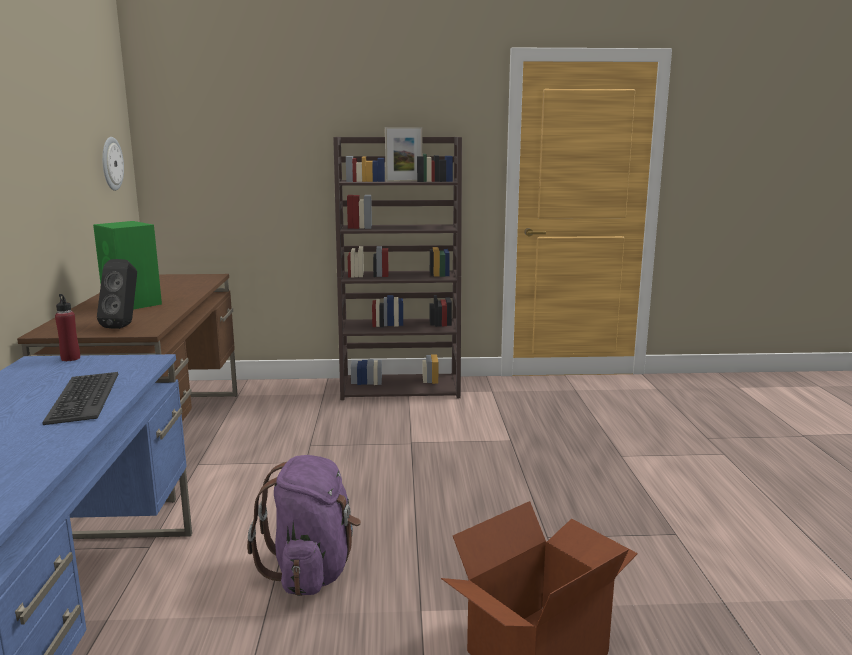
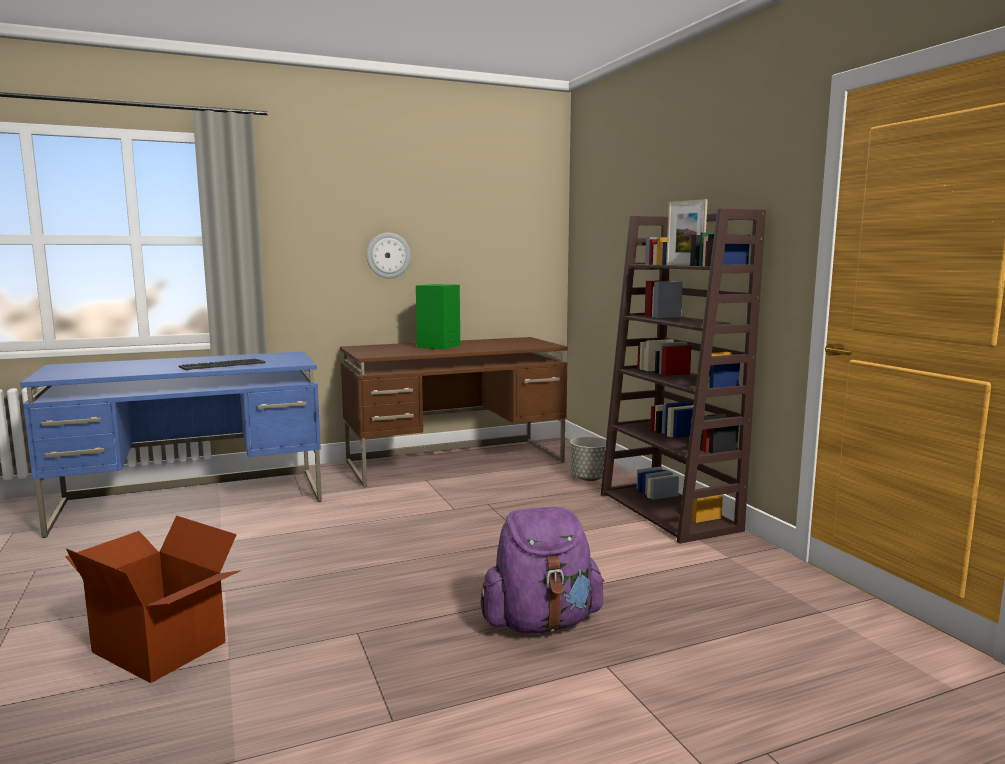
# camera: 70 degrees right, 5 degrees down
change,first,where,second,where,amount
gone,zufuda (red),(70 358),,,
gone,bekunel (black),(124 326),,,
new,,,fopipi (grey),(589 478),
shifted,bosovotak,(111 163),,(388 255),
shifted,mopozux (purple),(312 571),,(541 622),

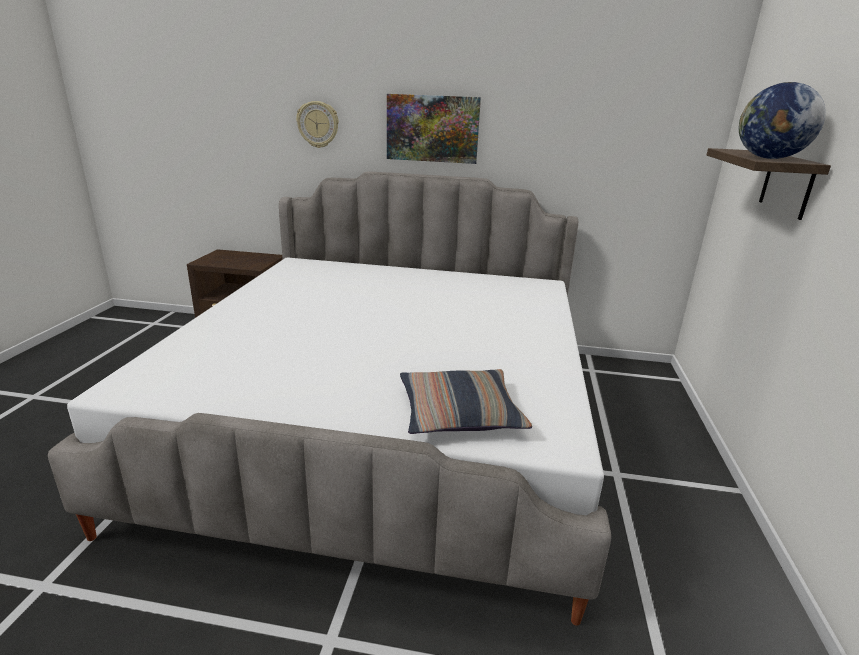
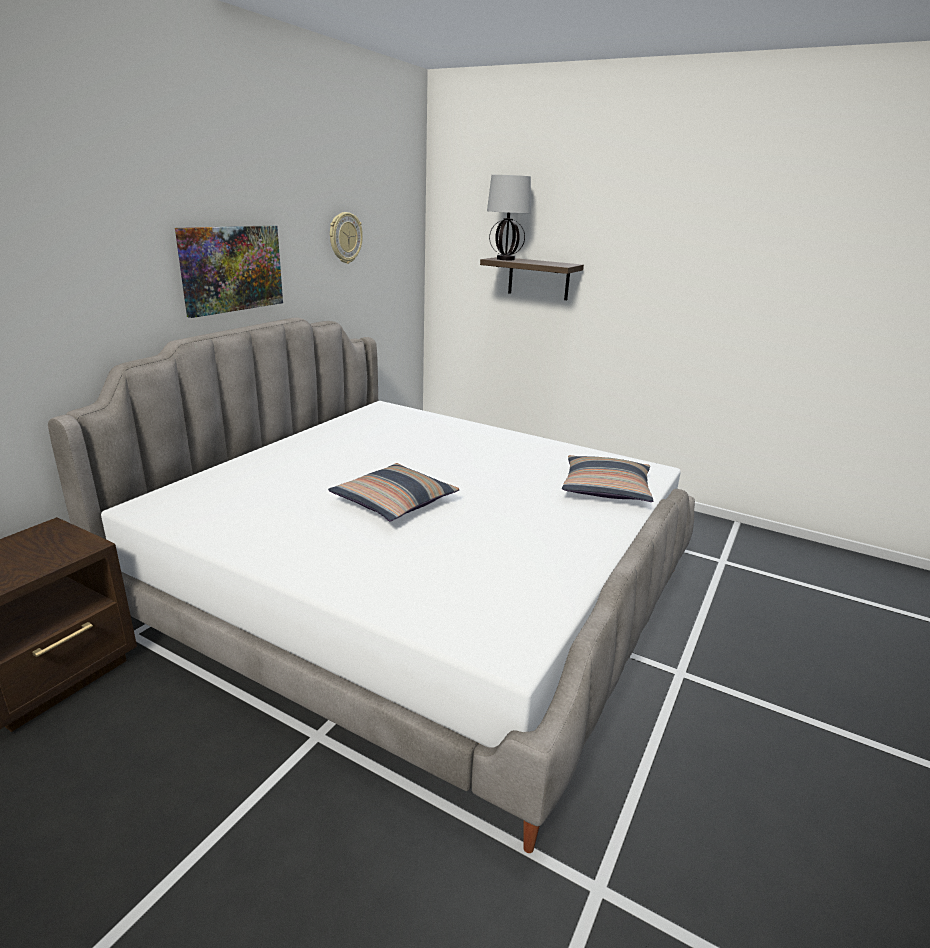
# camera: 70 degrees left, 0 degrees up
change,first,where,second,where,amount
gone,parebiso,(769 158),,,
new,,,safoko,(394 502),
new,,,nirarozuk,(506 259),
shifted,bosovotak,(318 124),,(345 238),

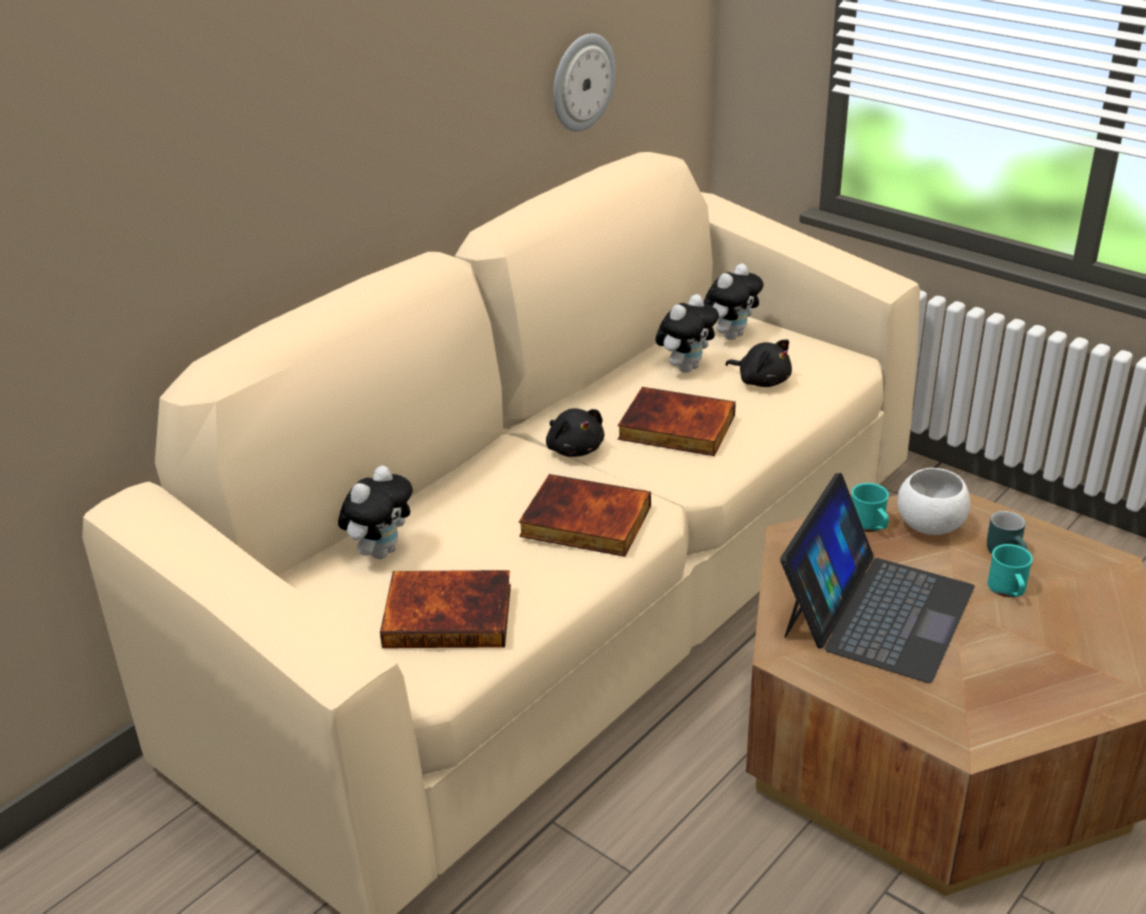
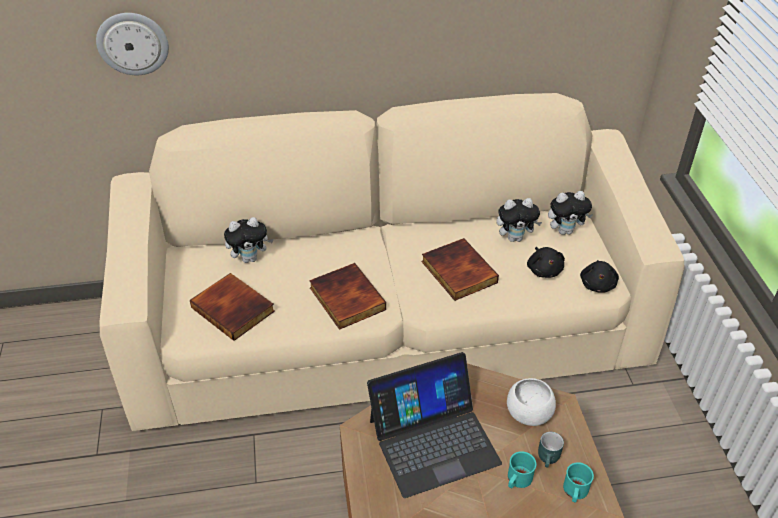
# camera: 40 degrees right, 10 degrees up
change,first,where,second,where,amount
shifted,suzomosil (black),(574 449),,(597 284),
shifted,bosovotak,(582 82),,(133 43),
shifted,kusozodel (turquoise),(870 525),,(575 492),

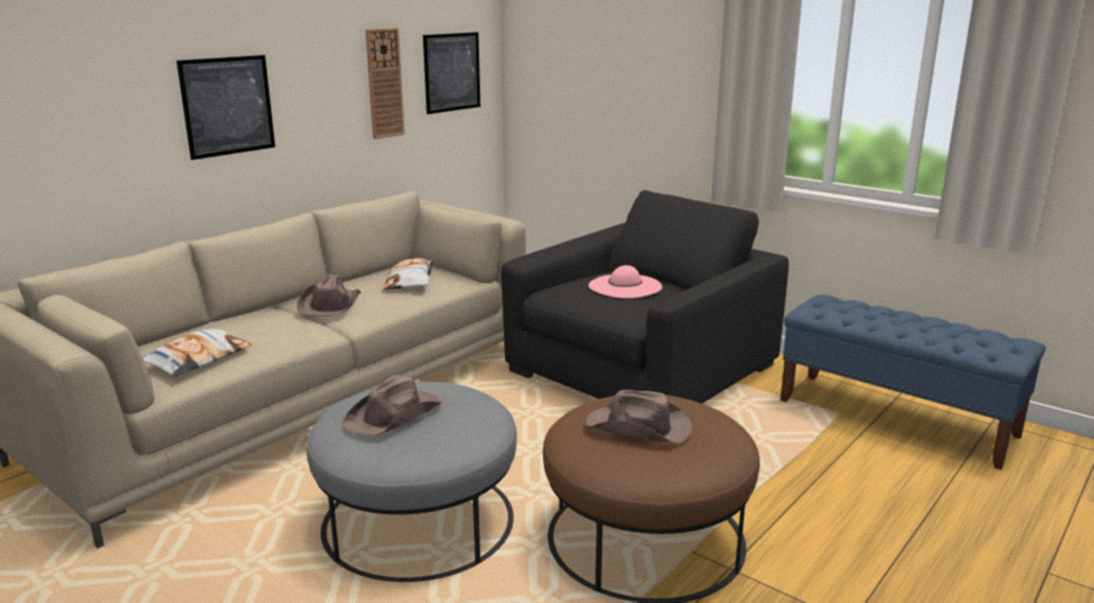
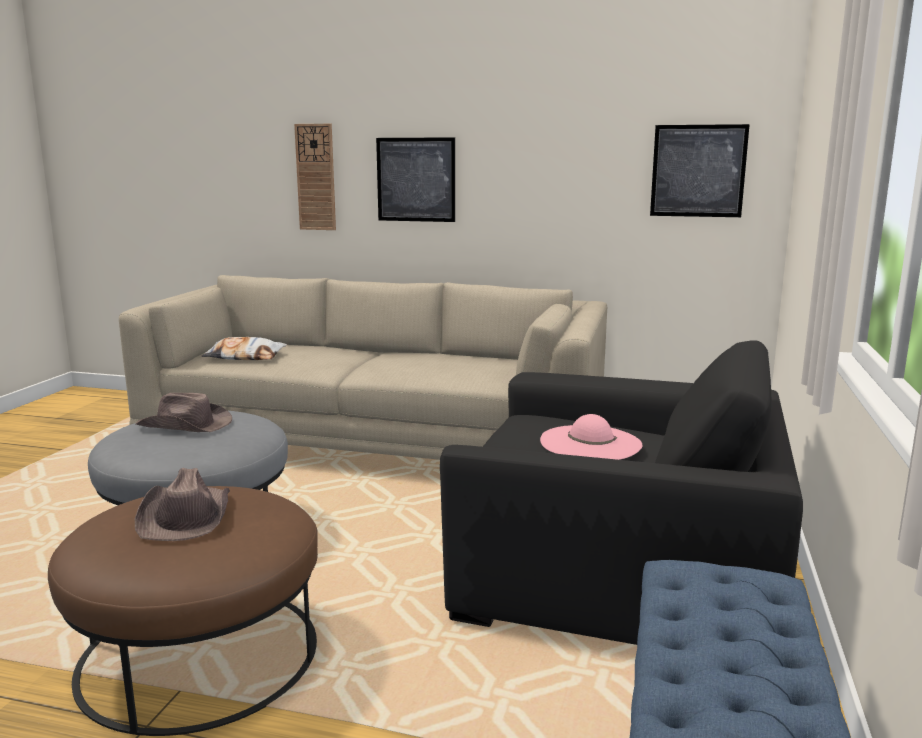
# camera: 65 degrees right, 5 degrees down
change,first,where,second,where,amount
gone,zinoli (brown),(330 305),,,
gone,safoko,(410 281),,,
shifted,bosovotak,(384 83),,(316 177),

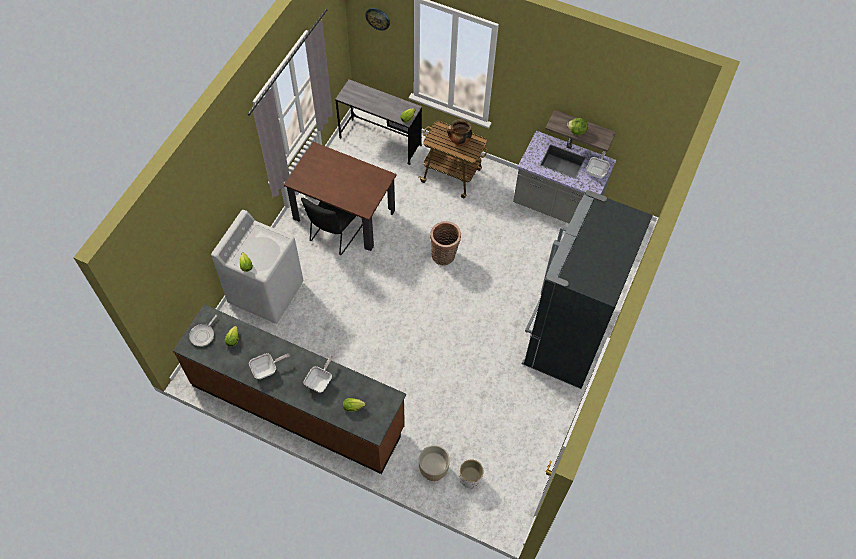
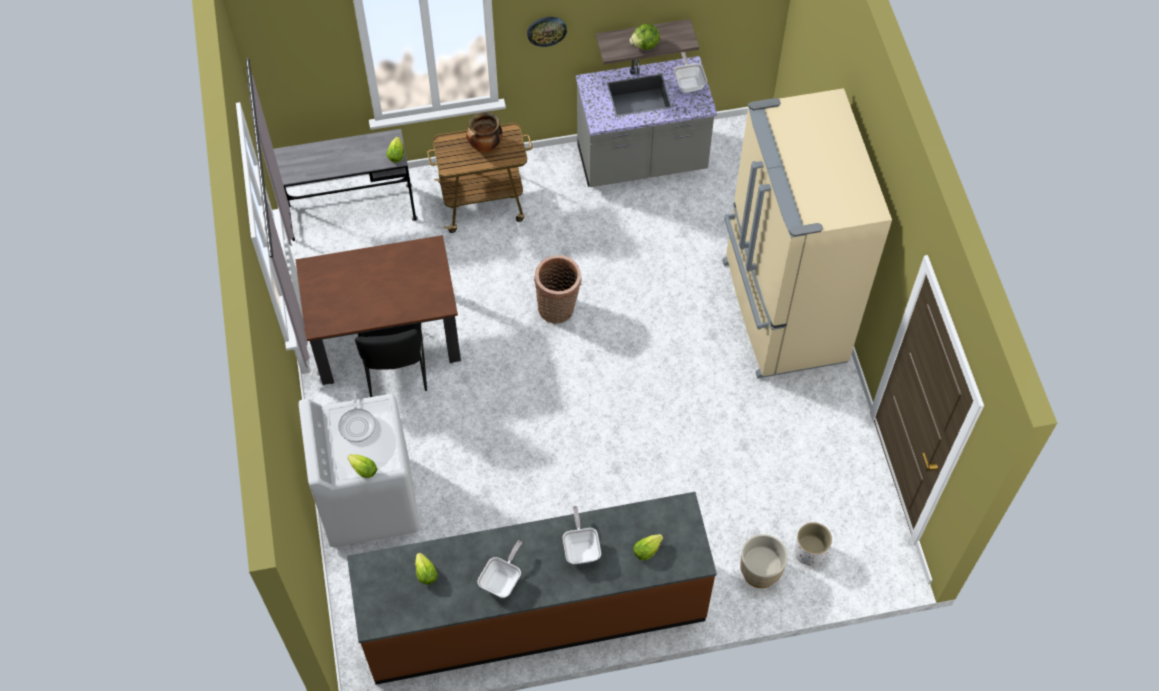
# camera: 35 degrees left, 0 degrees up
change,first,where,second,where,amount
shifted,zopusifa,(203 335),,(357 424),
shifted,bosovotak,(378 18),,(546 30),
repainted,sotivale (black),(566 336),sotivale (beige),(781 312),

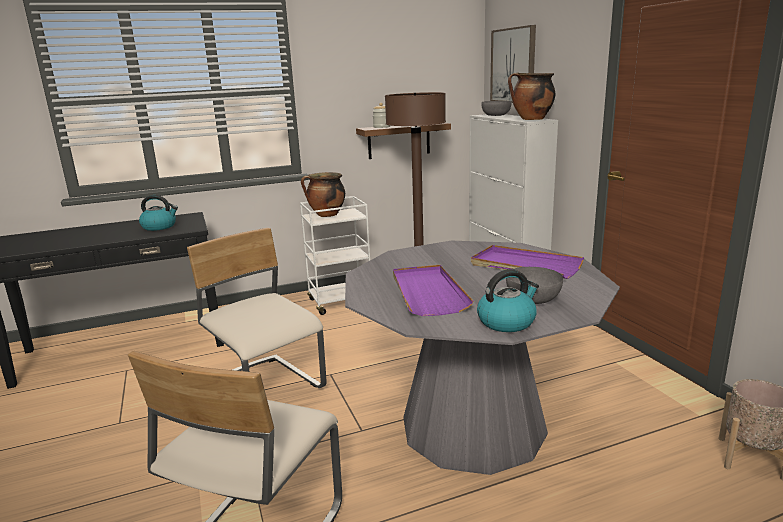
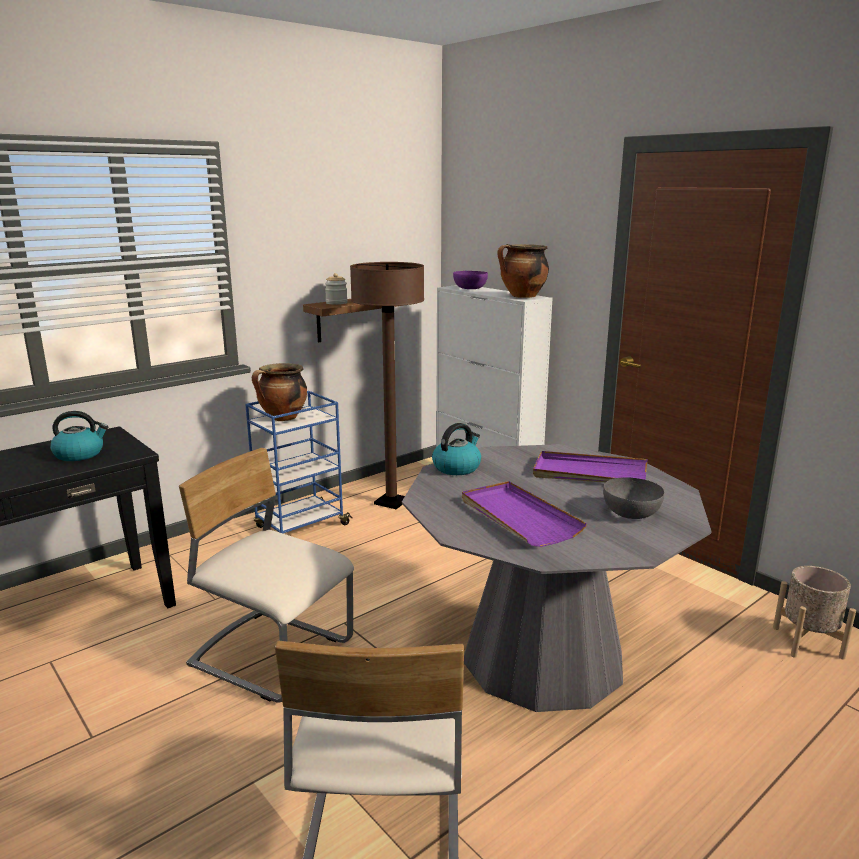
# camera: 20 degrees left, 0 degrees up
change,first,where,second,where,amount
gone,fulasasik,(513 65),,,
shifted,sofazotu,(507 321),,(457 467),
repainted,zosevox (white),(341 302),zosevox (blue),(301 526),
repainted,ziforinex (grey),(495 115),ziforinex (purple),(469 288),

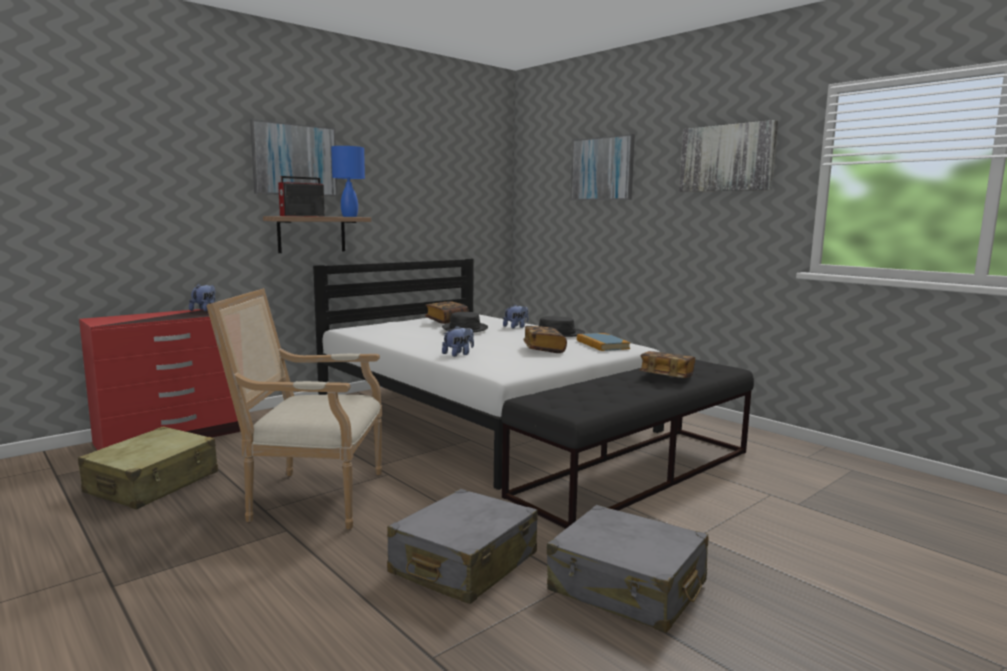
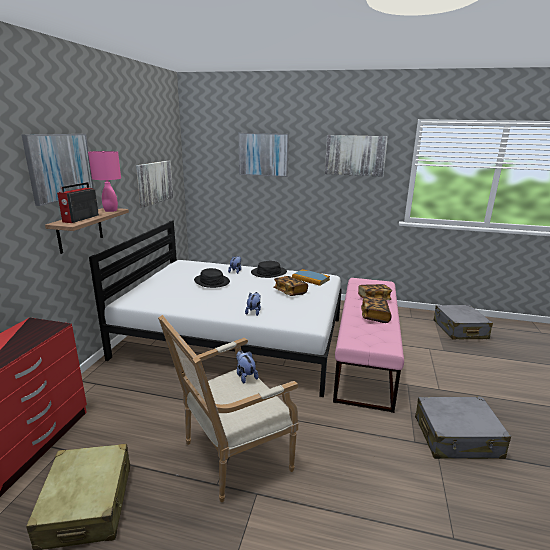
# camera: 35 degrees left, 10 degrees up
change,first,where,second,where,amount
new,,,fulasasik,(154 182),
shifted,suzomosil,(204 310),,(245 376),
shifted,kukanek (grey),(464 564),,(459 330),
shifted,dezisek,(446 321),,(374 316),
repainted,nirarozuk (blue),(349 216),nirarozuk (pink),(110 210),
repainted,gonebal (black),(635 472),gonebal (pink),(365 355),

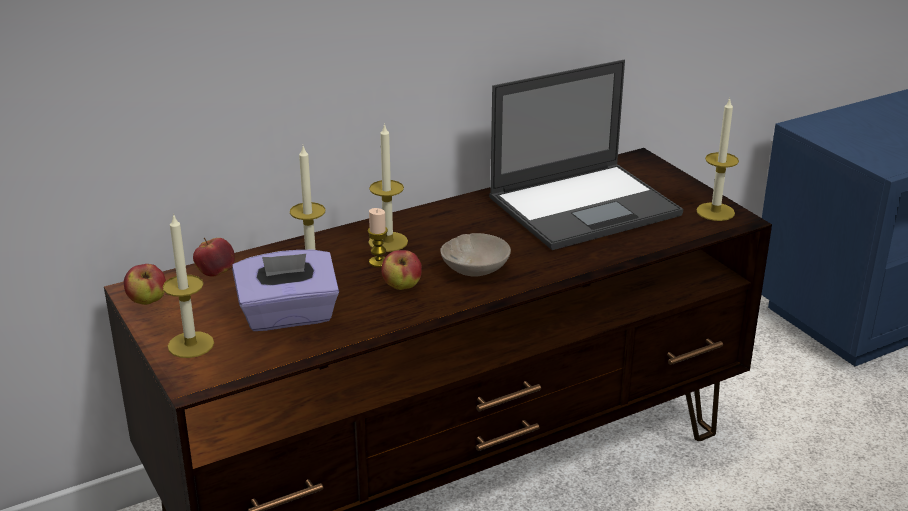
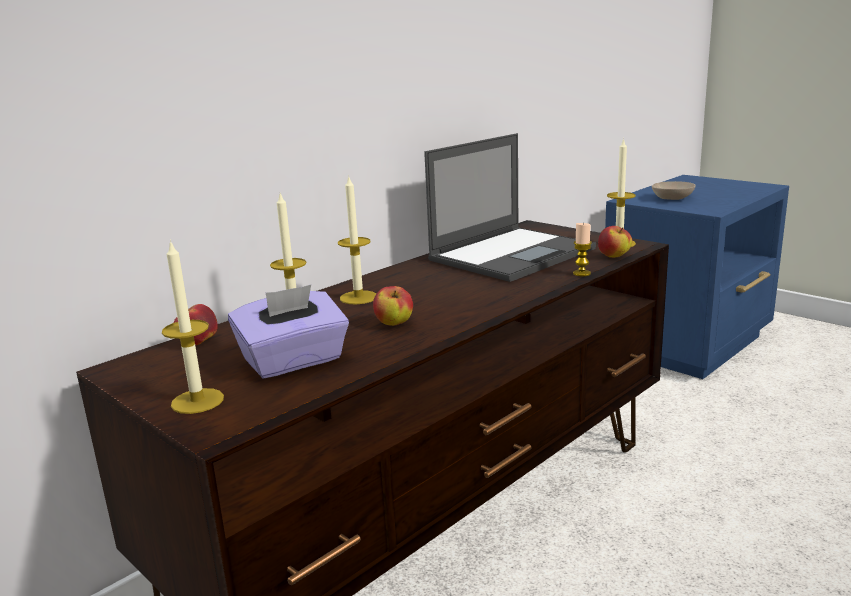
# camera: 15 degrees left, 10 degrees down
change,first,where,second,where,amount
shifted,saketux,(147 301),,(614 256),
shifted,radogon,(378 262),,(581 273),
shifted,ziforinex (beige),(476 269),,(673 198),

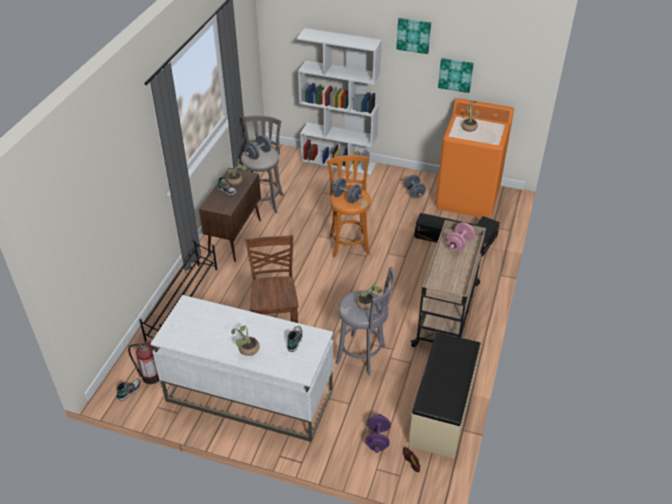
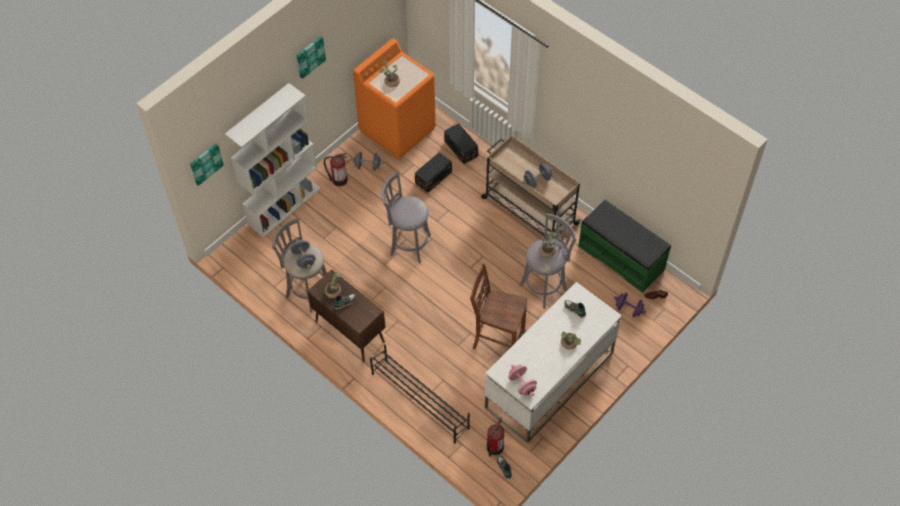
# camera: 65 degrees left, 15 degrees up
change,first,where,second,where,amount
new,,,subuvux,(338 180),
shifted,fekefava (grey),(346 198),,(537 181),
shifted,fulasasik,(455 74),,(205 163),
shifted,fekefava (pink),(459 244),,(522 384),
repainted,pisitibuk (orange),(349 243),pisitibuk (grey),(408 244),
repainted,gonebal (beige),(443 410),gonebal (green),(621 257),

